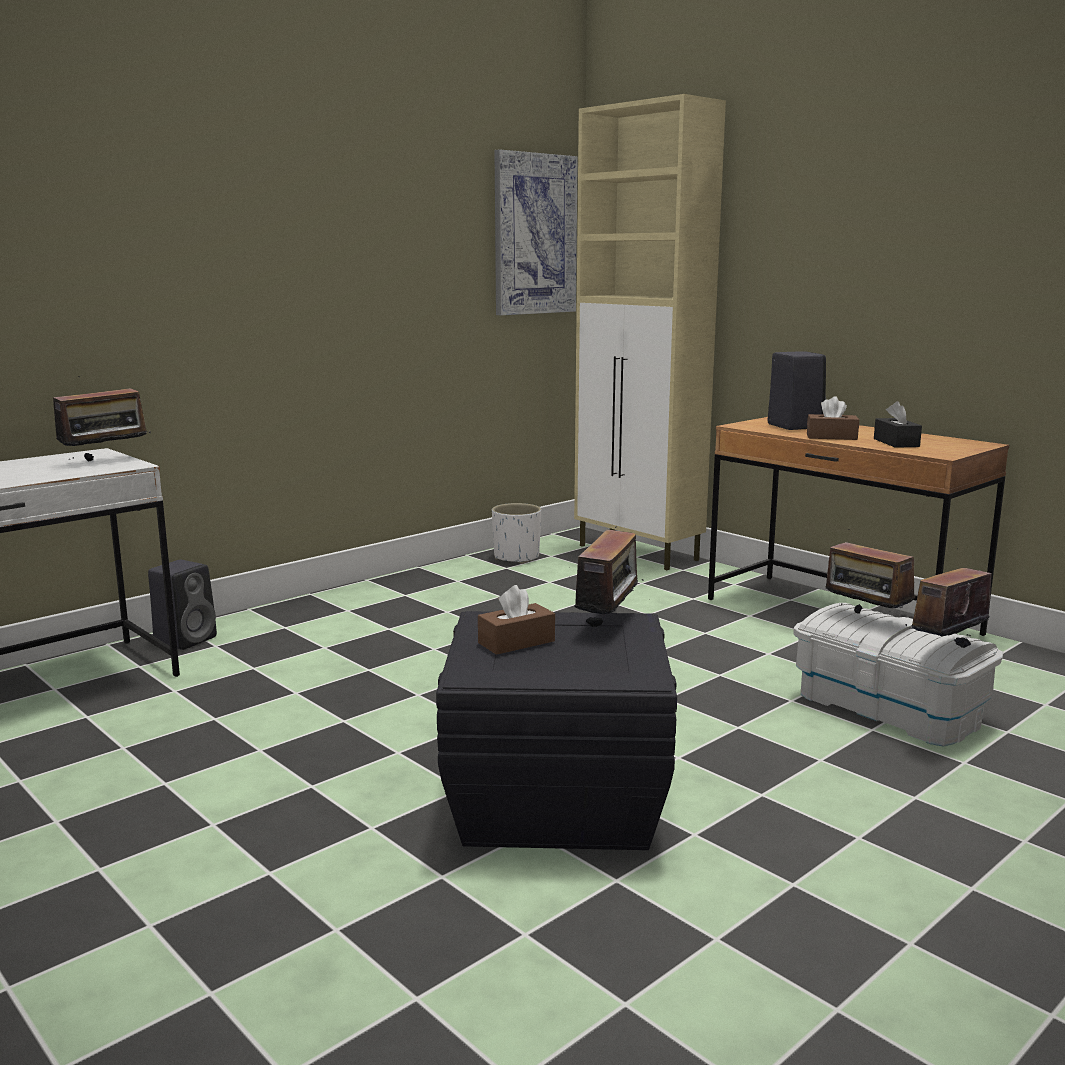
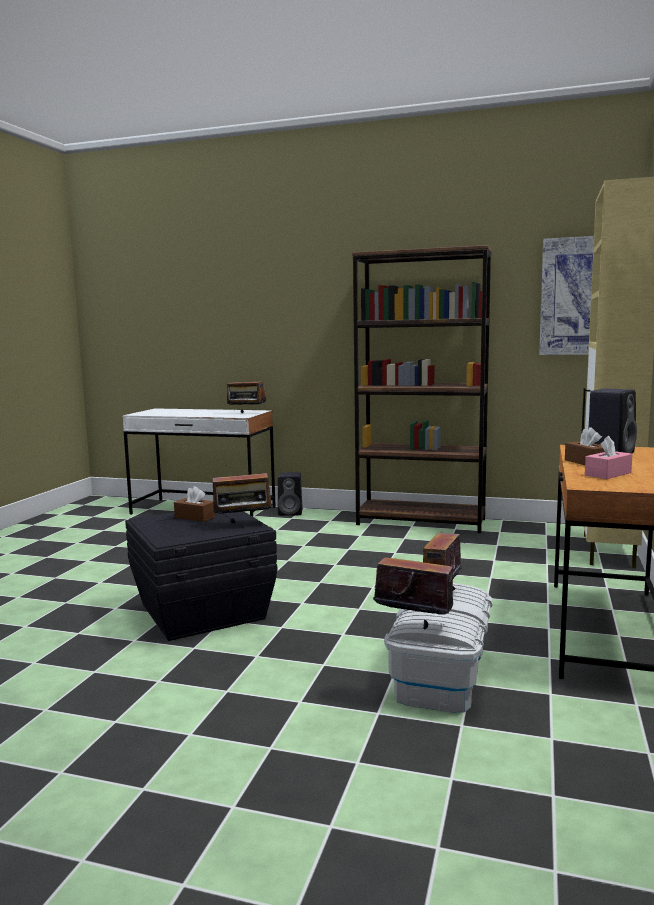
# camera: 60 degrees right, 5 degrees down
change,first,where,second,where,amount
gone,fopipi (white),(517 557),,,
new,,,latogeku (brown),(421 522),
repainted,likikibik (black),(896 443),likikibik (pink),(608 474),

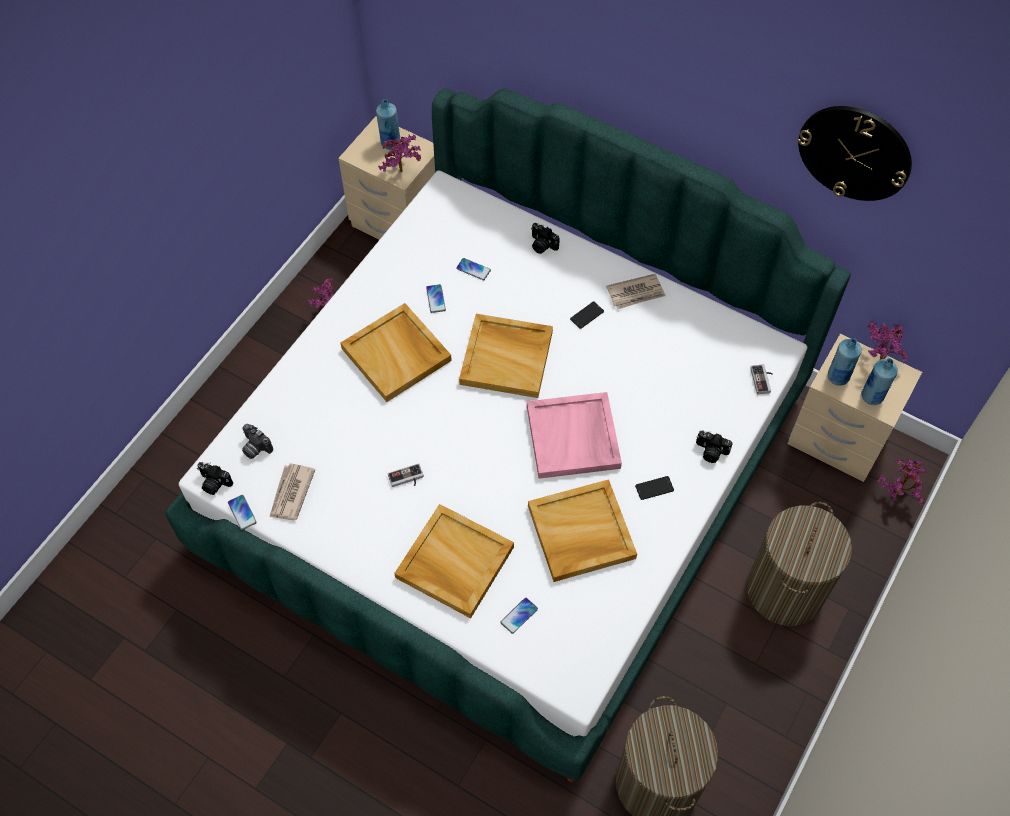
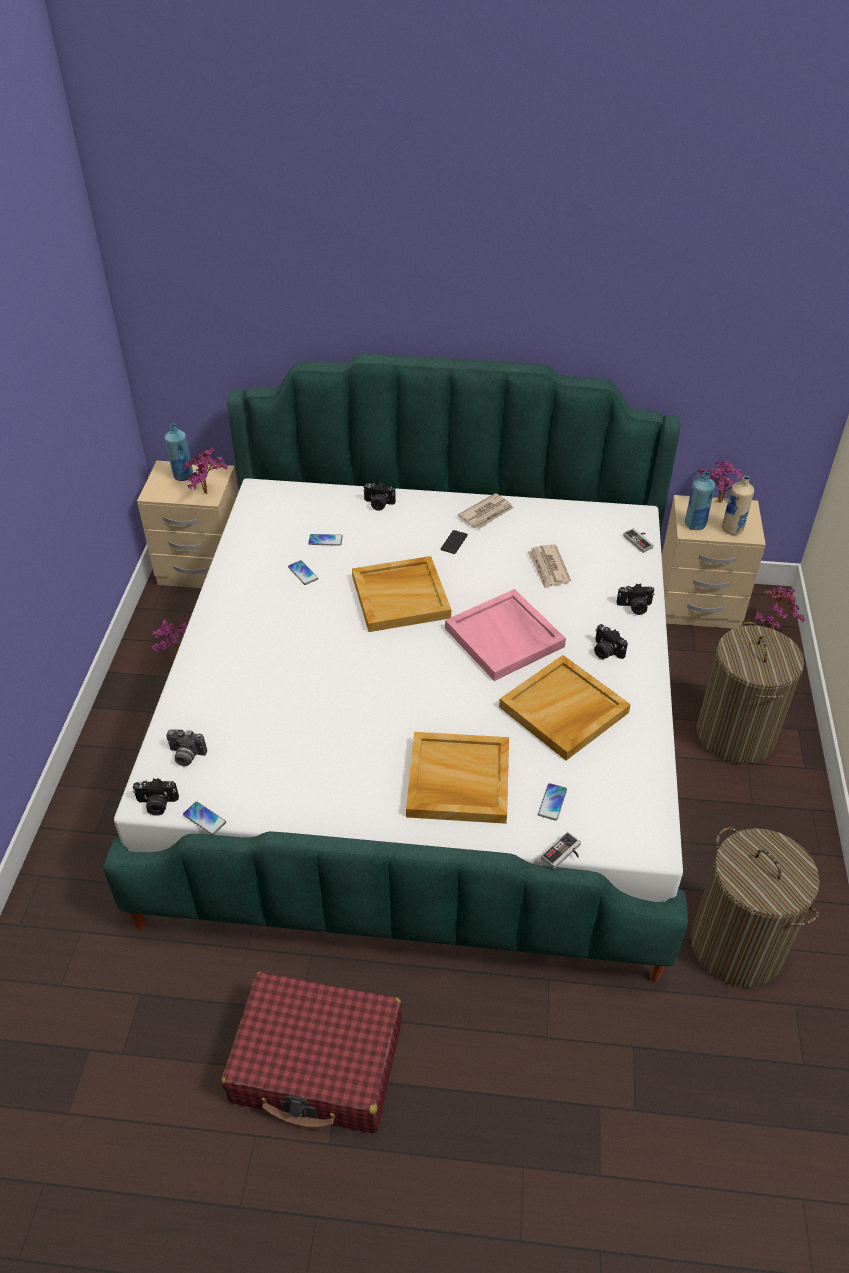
# camera: 25 degrees left, 15 degrees down
change,first,where,second,where,amount
gone,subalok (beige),(397 354),,,
gone,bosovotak,(854 152),,,
new,,,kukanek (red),(318 1063),
shifted,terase,(291 493),,(548 568),
shifted,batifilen,(406 479),,(563 854),
swapped,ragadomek,(654 488),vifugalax,(605 651),
repainted,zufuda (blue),(872 396),zufuda (beige),(732 529),

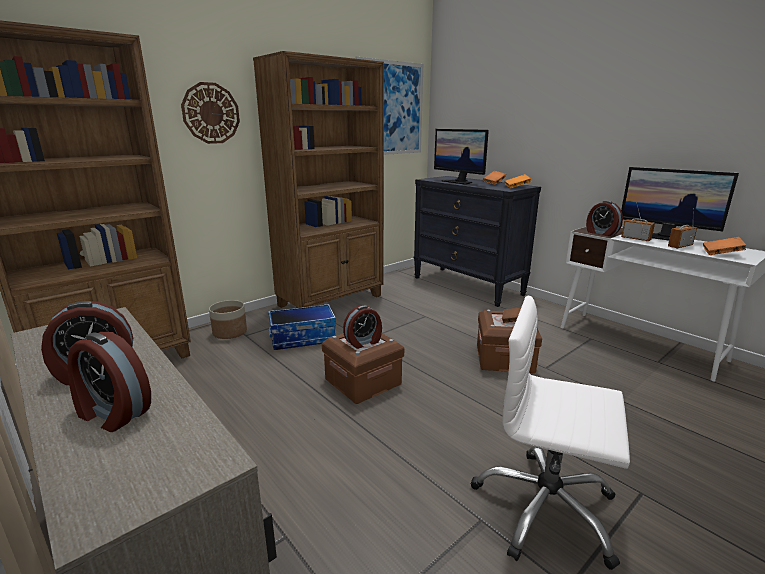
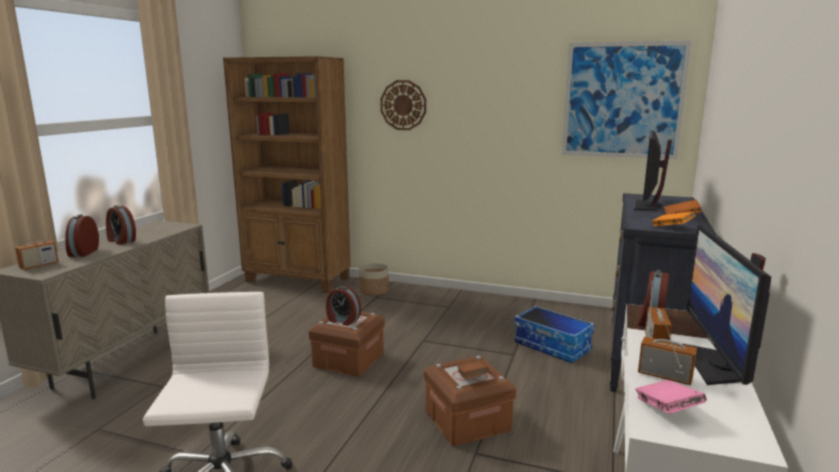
# camera: 60 degrees right, 5 degrees down
change,first,where,second,where,amount
gone,latogeku (brown),(332 300),,,
new,,,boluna,(39 265),
shifted,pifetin,(303 338),,(553 346),
repainted,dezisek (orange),(721 254),dezisek (pink),(667 410),

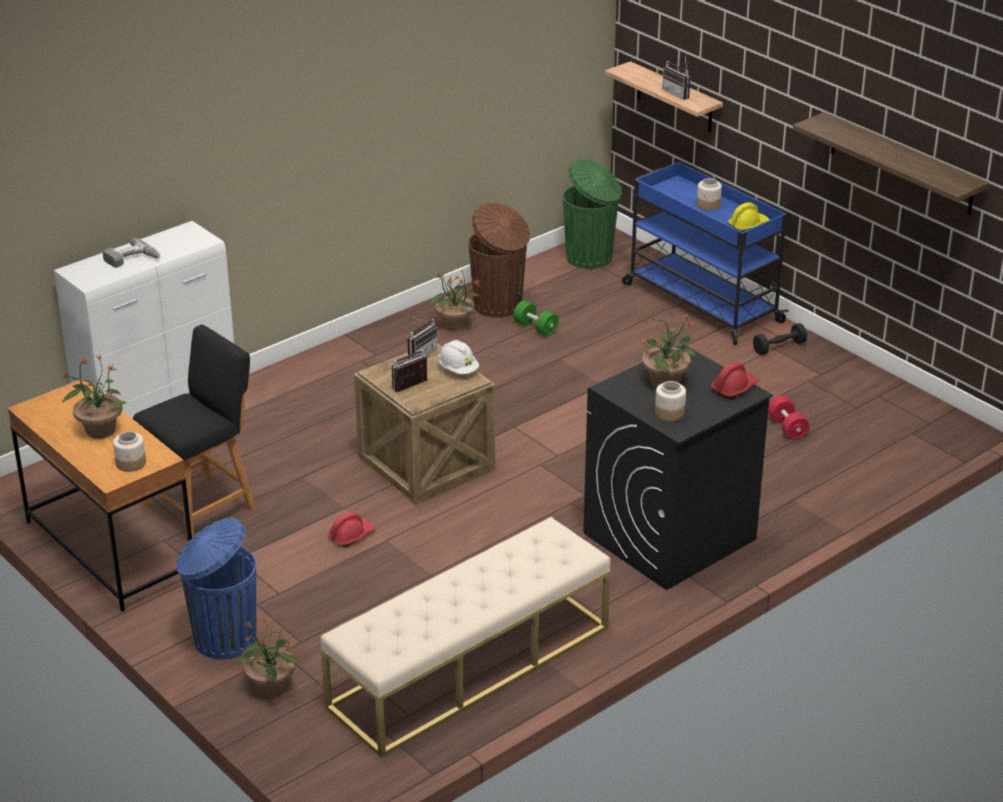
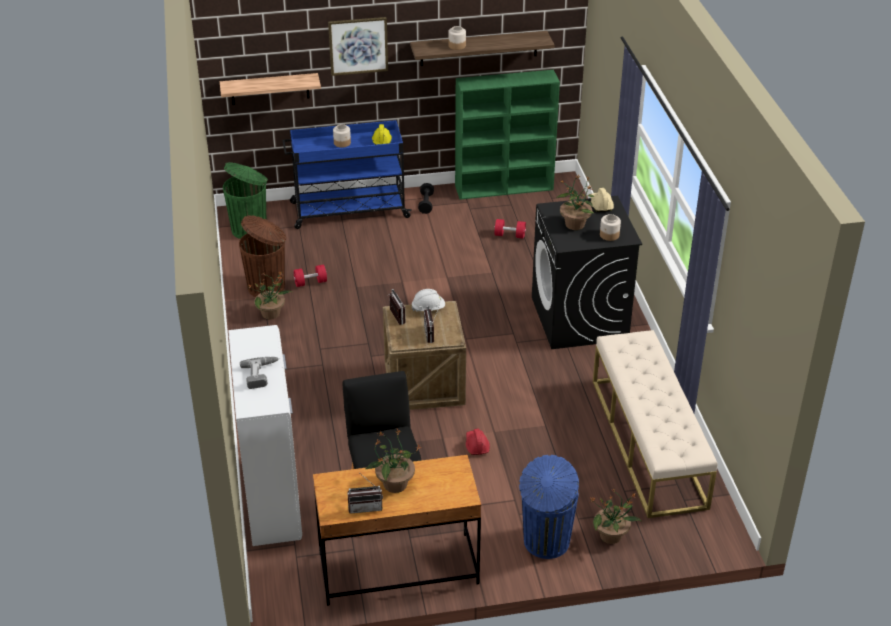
# camera: 60 degrees left, 5 degrees up
change,first,where,second,where,amount
new,,,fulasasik,(358 45),
new,,,latogeku (green),(505 187),
shifted,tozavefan,(131 463),,(457 46),
shifted,boluna,(679 93),,(365 506),
repainted,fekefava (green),(535 328),fekefava (red),(310 282),
repainted,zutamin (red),(734 388),zutamin (beige),(601 204),

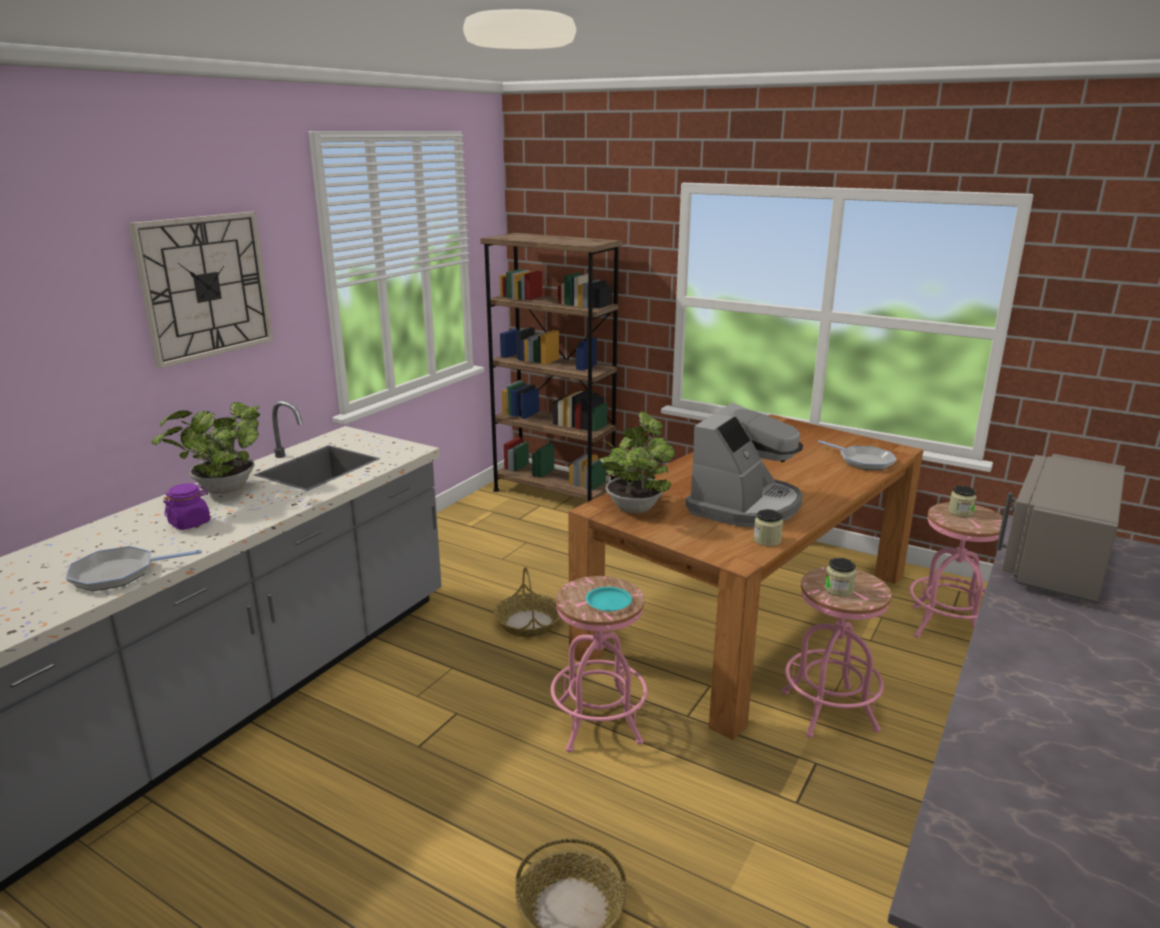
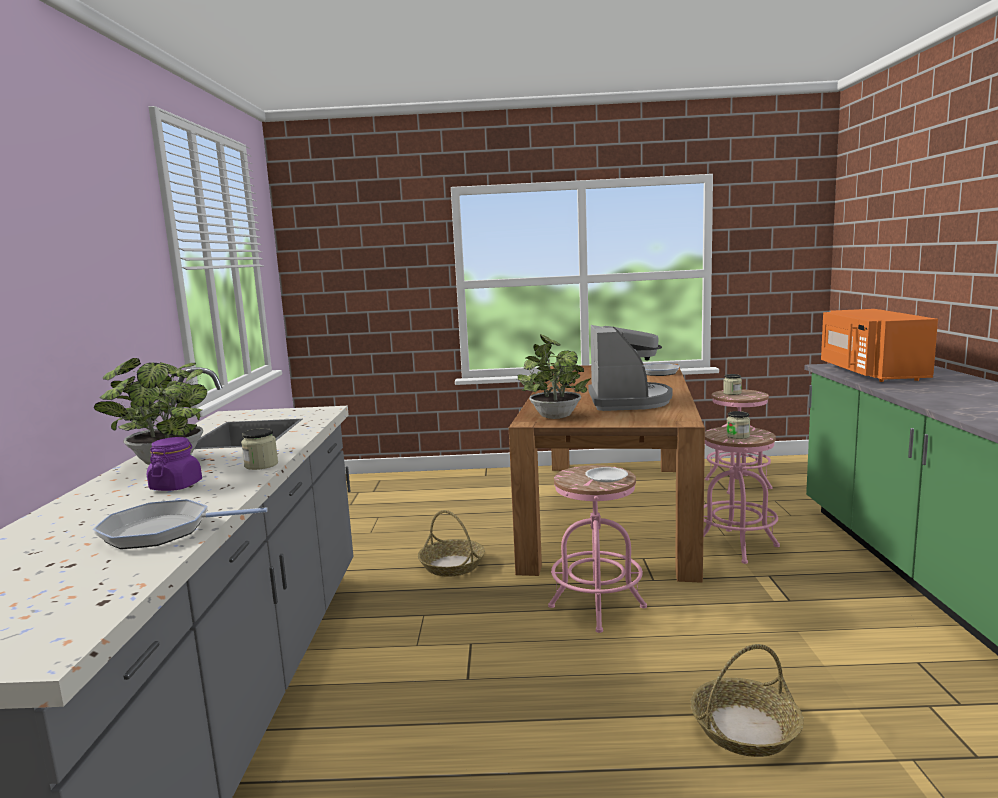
# camera: 30 degrees left, 10 degrees down
change,first,where,second,where,amount
gone,bosovotak,(205 287),,,
gone,latogeku (brown),(553 494),,,
shifted,tozavefan,(767 540),,(261 465),
repainted,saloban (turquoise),(608 602),saloban (white),(606 477),
repainted,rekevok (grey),(1054 561),rekevok (orange),(870 373),
rotated,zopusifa,(118 573),,(162 531),45 degrees clockwise

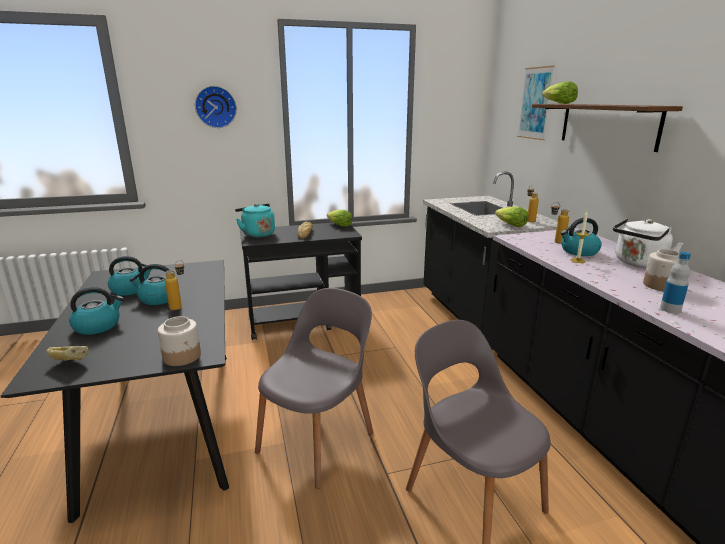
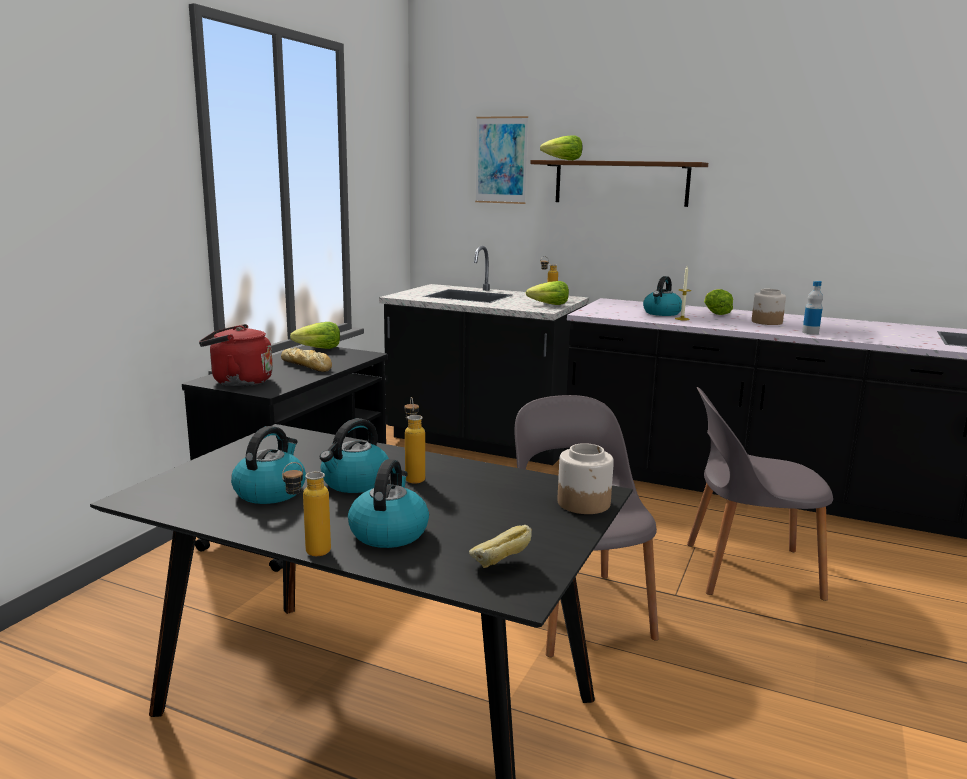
# camera: 50 degrees left, 5 degrees down
change,first,where,second,where,amount
gone,bosovotak,(216 107),,,
shifted,zufuda,(555 242),,(308 554),
swapped,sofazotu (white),(638 263),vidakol,(715 313),
repainted,sofazotu (turquoise),(257 234),sofazotu (red),(238 382),

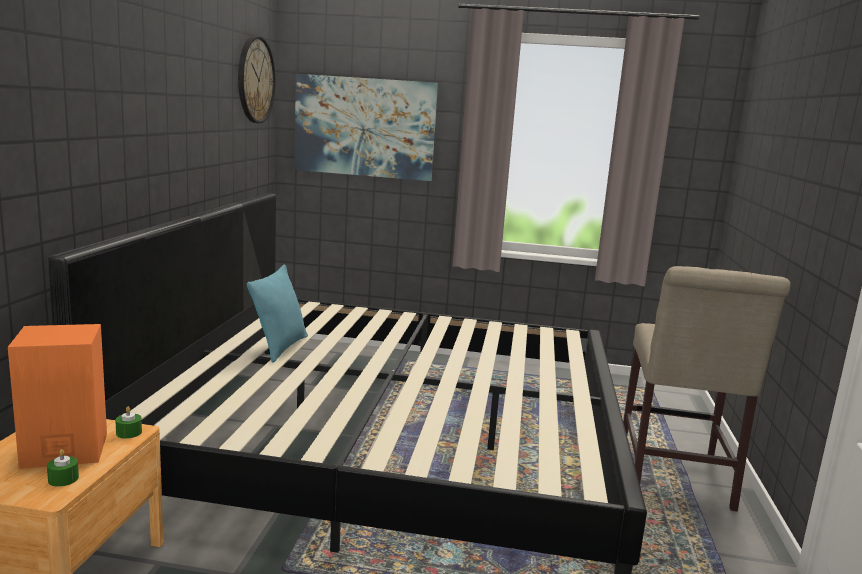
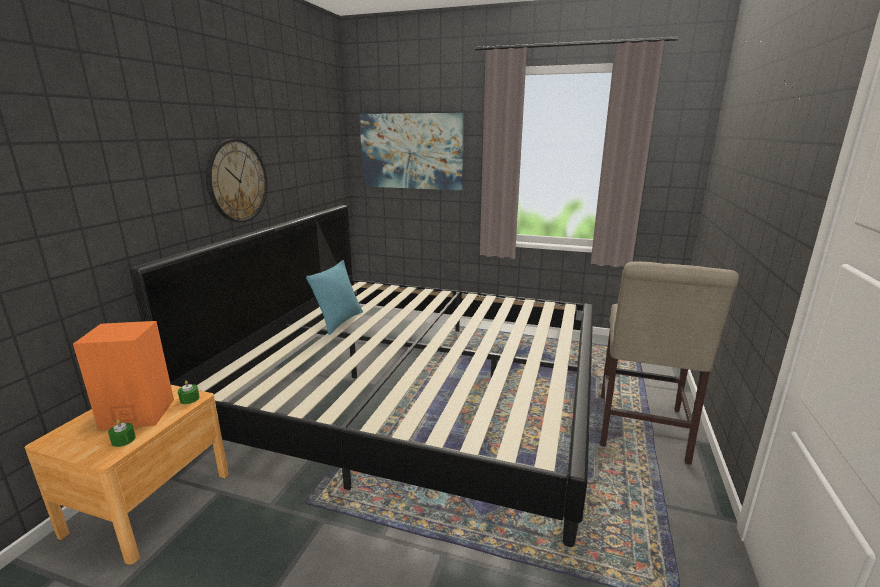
# camera: 10 degrees right, 5 degrees up
change,first,where,second,where,amount
shifted,bosovotak,(255 80),,(237 181),

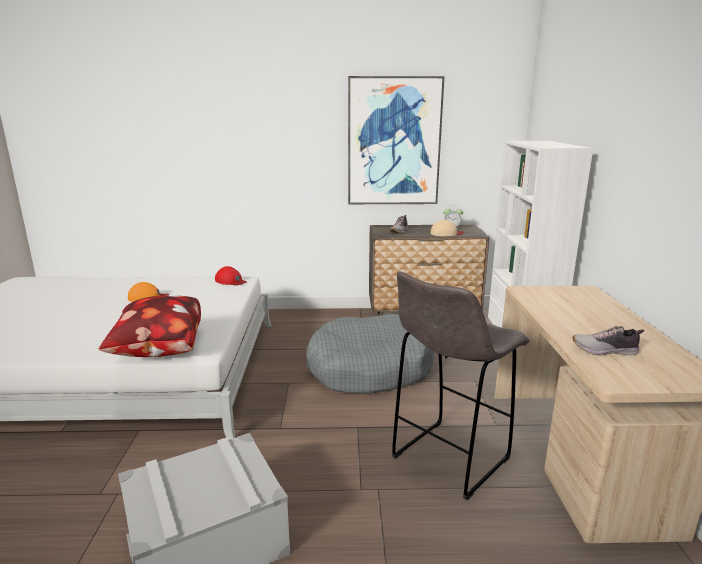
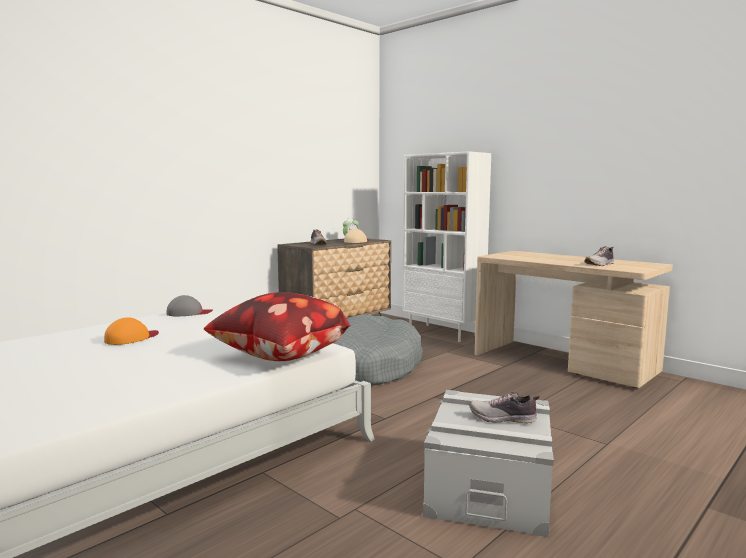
# camera: 45 degrees left, 10 degrees down
change,first,where,second,where,amount
gone,fulasasik,(393 142),,,
gone,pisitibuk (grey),(448 459),,,
new,,,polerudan,(503 418),
repainted,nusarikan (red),(231 281),nusarikan (grey),(188 313),

